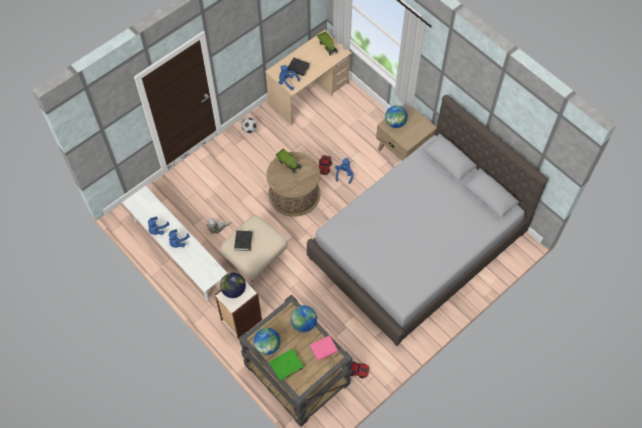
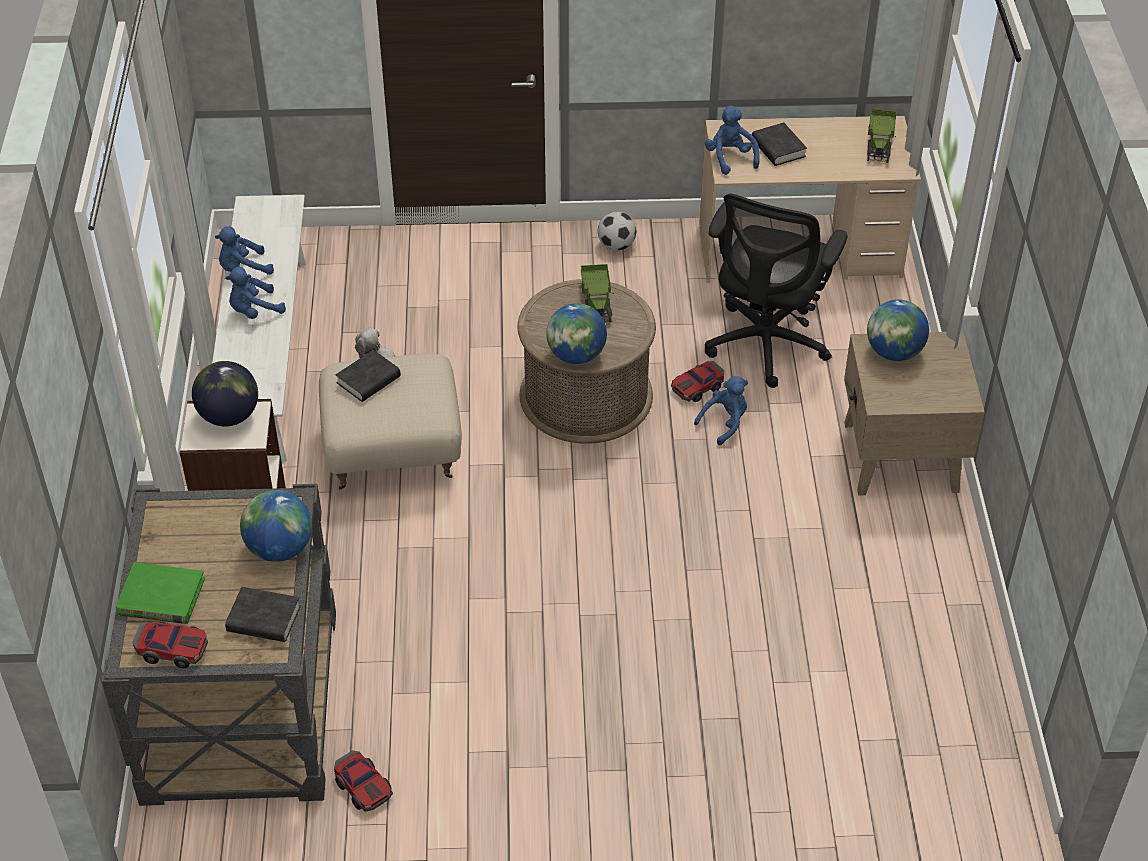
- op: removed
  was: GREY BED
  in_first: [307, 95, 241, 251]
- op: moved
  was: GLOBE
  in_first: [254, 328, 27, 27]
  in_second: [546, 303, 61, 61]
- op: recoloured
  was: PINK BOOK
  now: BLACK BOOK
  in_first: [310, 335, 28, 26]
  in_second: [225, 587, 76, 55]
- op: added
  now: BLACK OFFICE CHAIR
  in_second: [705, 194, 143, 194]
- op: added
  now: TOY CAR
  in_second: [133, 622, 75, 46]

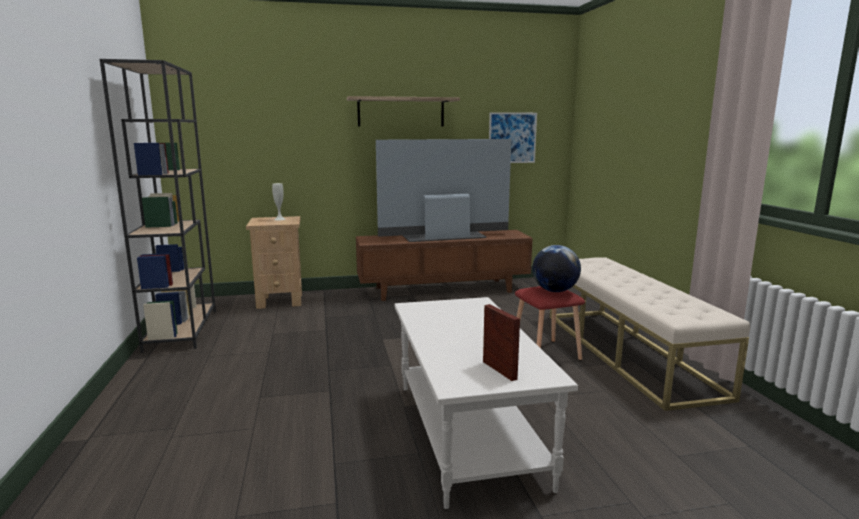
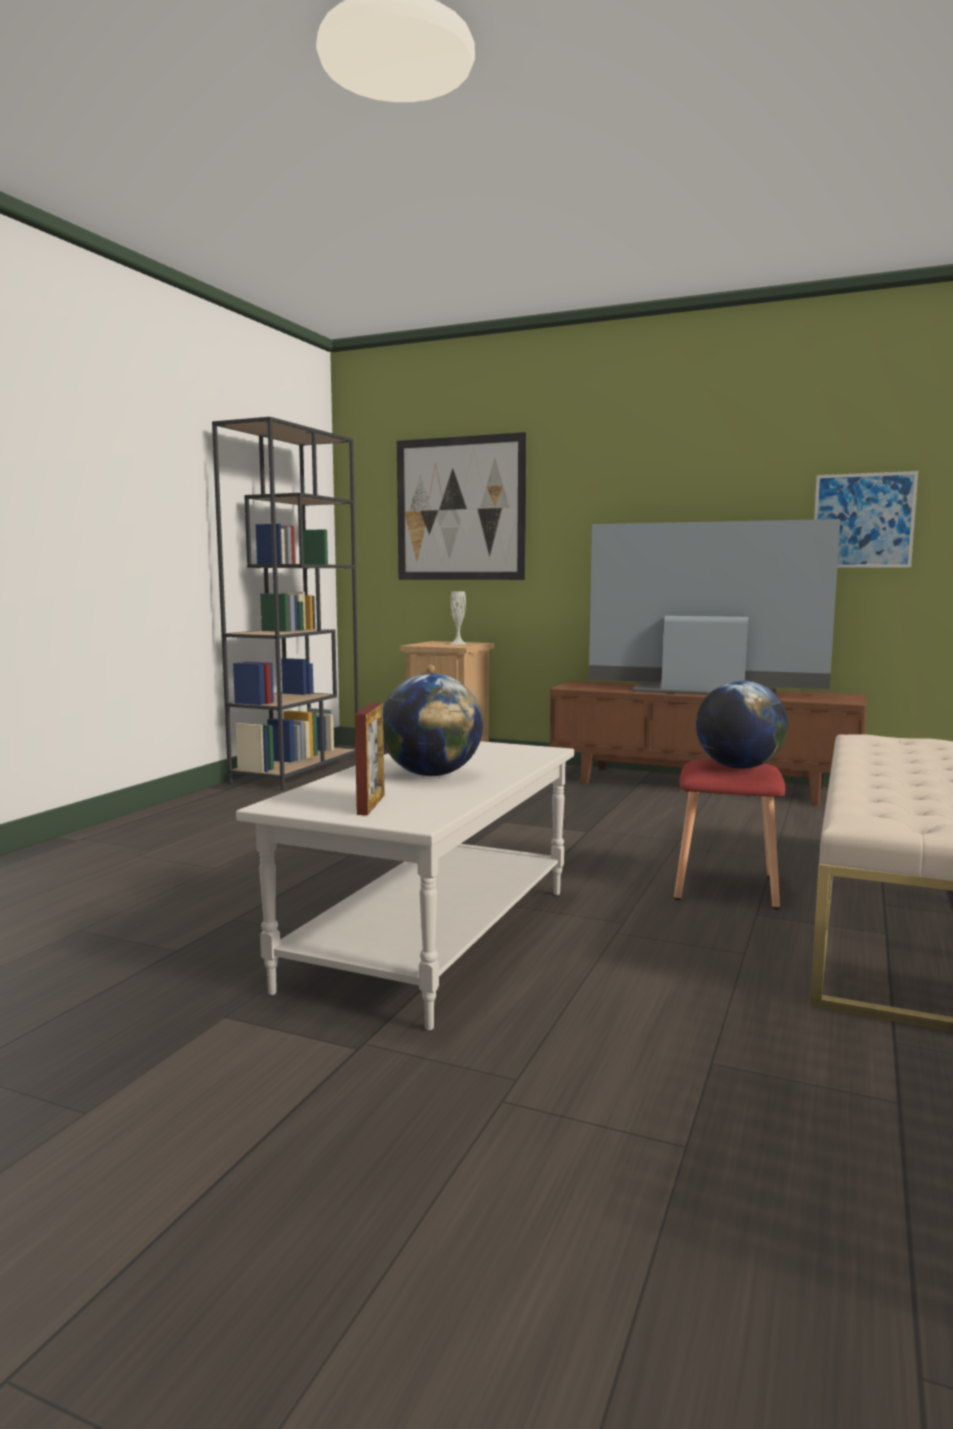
- op: removed
  was: SHELF
  in_first: [347, 96, 113, 30]
- op: added
  now: PICTURE
  in_second: [397, 432, 129, 148]
- op: added
  now: GLOBE
  in_second: [383, 673, 100, 103]

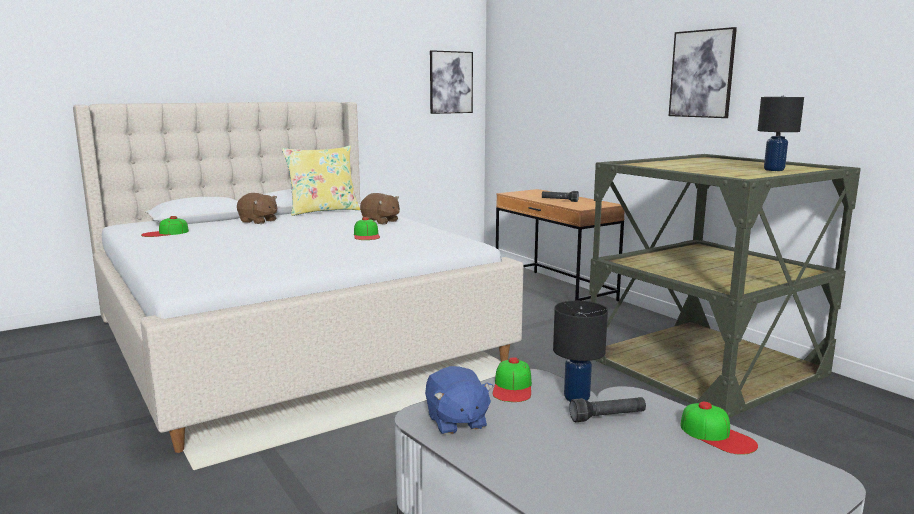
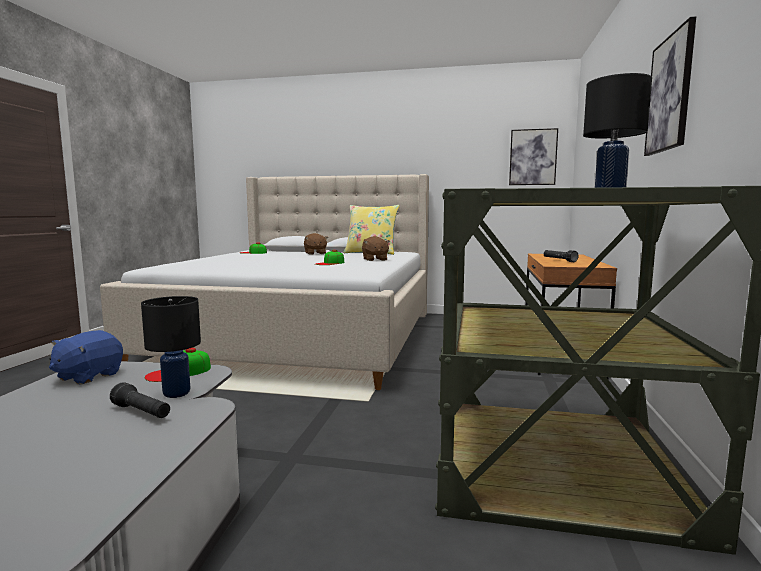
- op: removed
  was: CAP
  in_first: [680, 402, 78, 53]

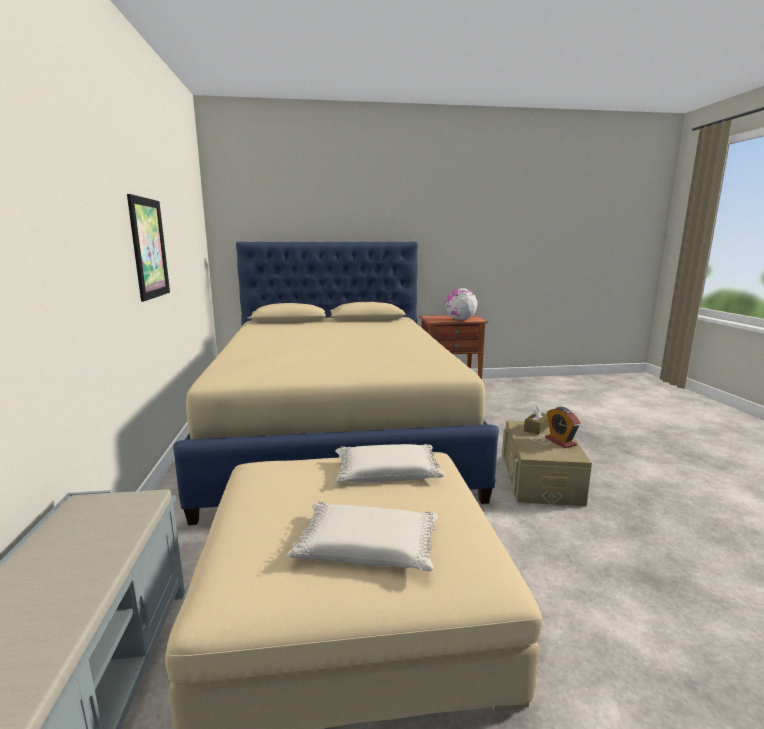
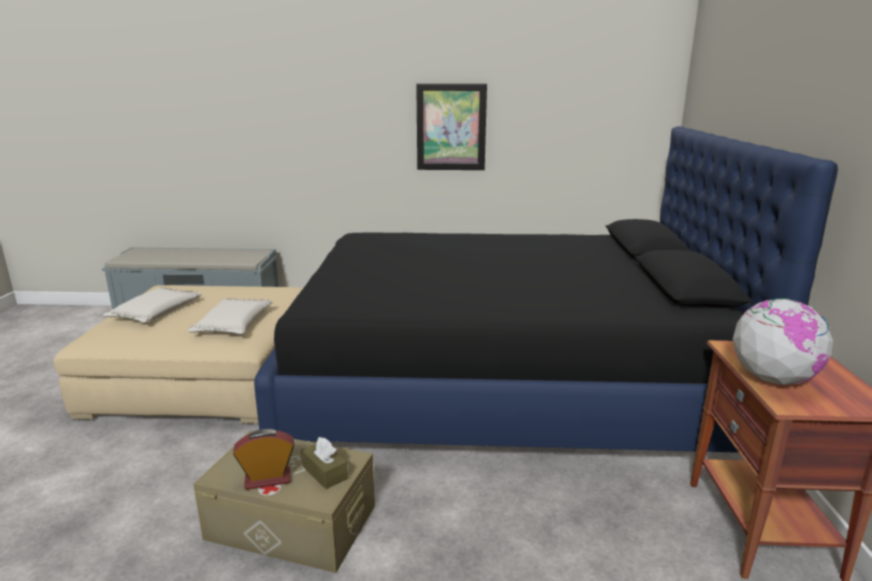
- op: recoloured
  was: BEIGE BED
  now: BLACK BED
  in_first: [173, 242, 326, 283]
  in_second: [254, 126, 584, 327]

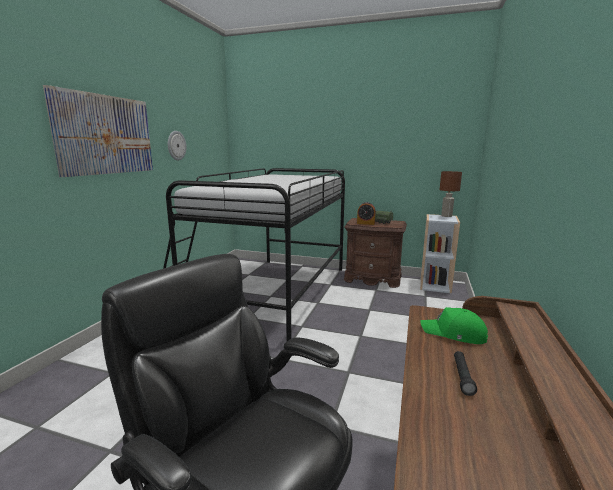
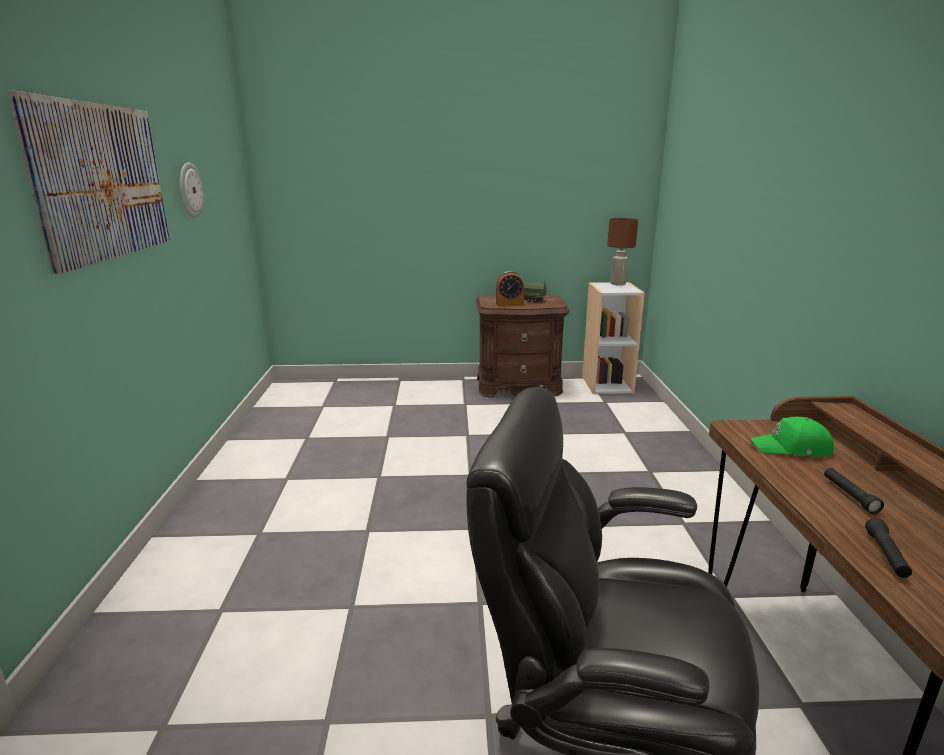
- op: removed
  was: BLACK BED
  in_first: [163, 168, 182, 174]
- op: added
  now: BLACK FLASHLIGHT
  in_second: [865, 518, 47, 60]

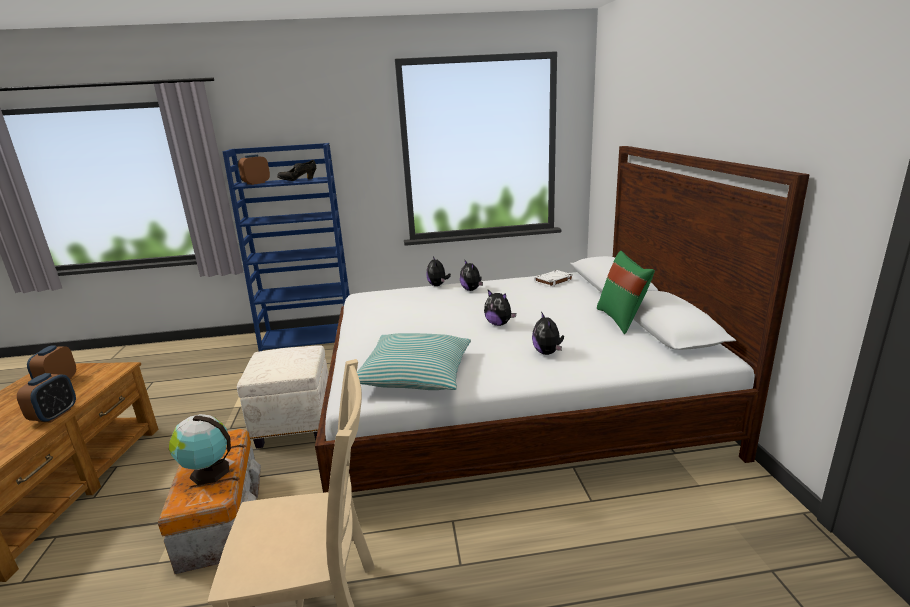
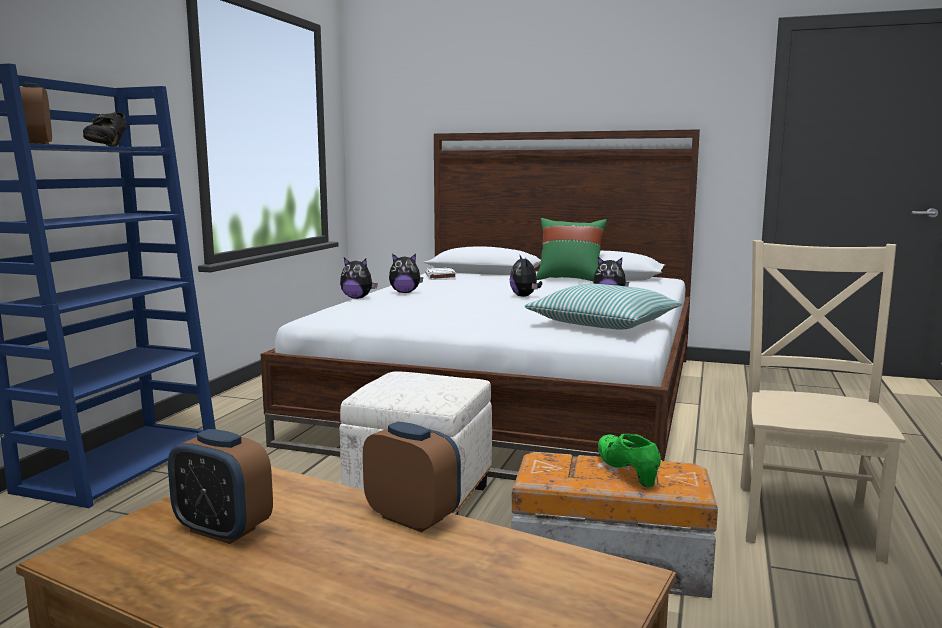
- op: turned
  was: PLUSH TOY
  in_first: [484, 290, 32, 36]
  in_second: [510, 254, 32, 43]
  clockwise: 105
- op: replaced
  was: GLOBE
  now: GREEN SHOE
  in_first: [169, 414, 62, 71]
  in_second: [598, 434, 63, 53]

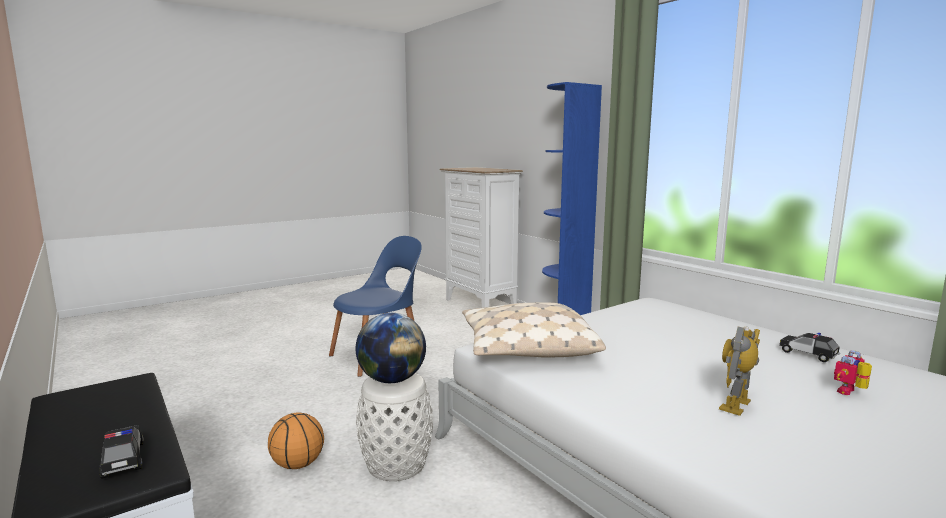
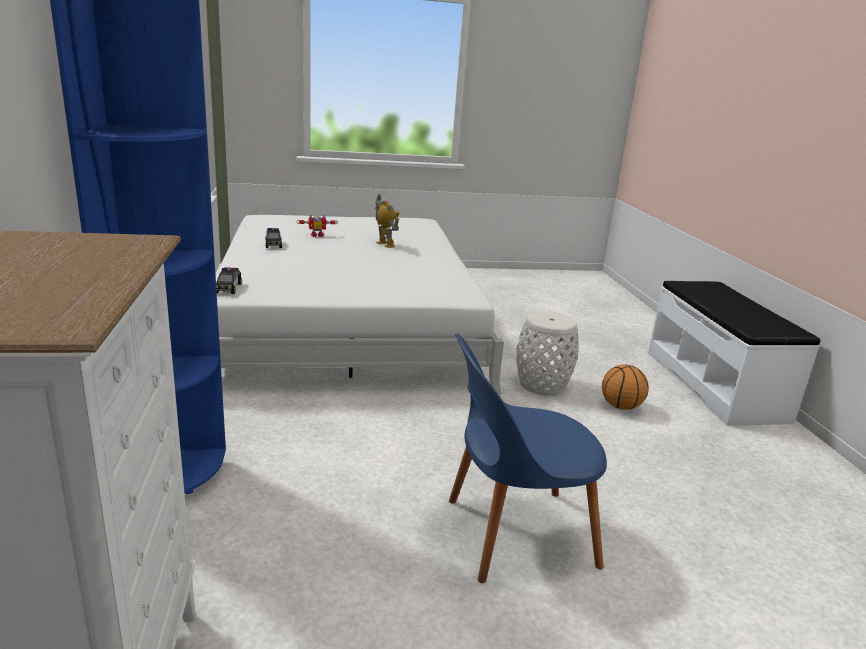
- op: removed
  was: BEIGE PILLOW
  in_first: [462, 303, 144, 55]
- op: removed
  was: GLOBE
  in_first: [356, 313, 70, 70]
- op: turned
  was: TOY ROBOT
  in_first: [719, 327, 41, 89]
  in_second: [375, 194, 25, 54]
  clockwise: -105
- op: moved
  was: TOY CAR
  in_first: [99, 425, 44, 54]
  in_second: [216, 267, 26, 27]

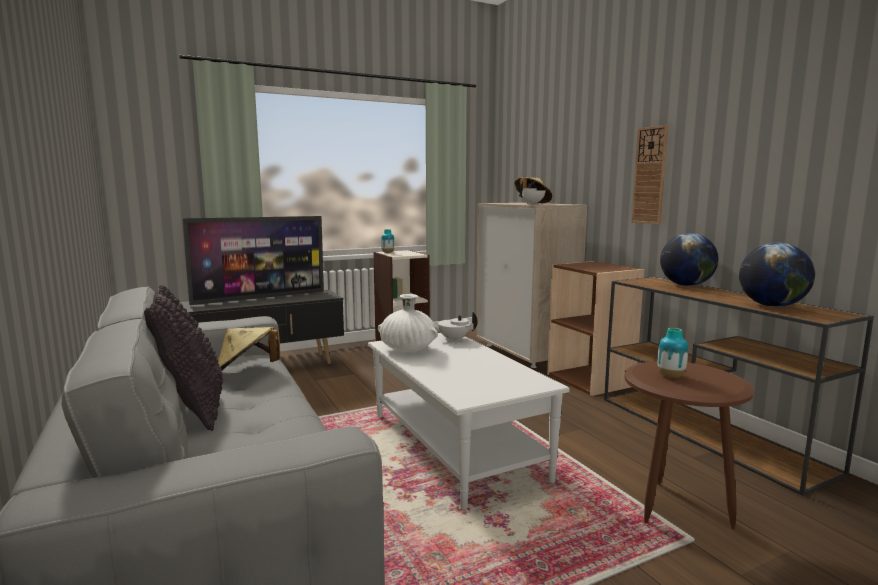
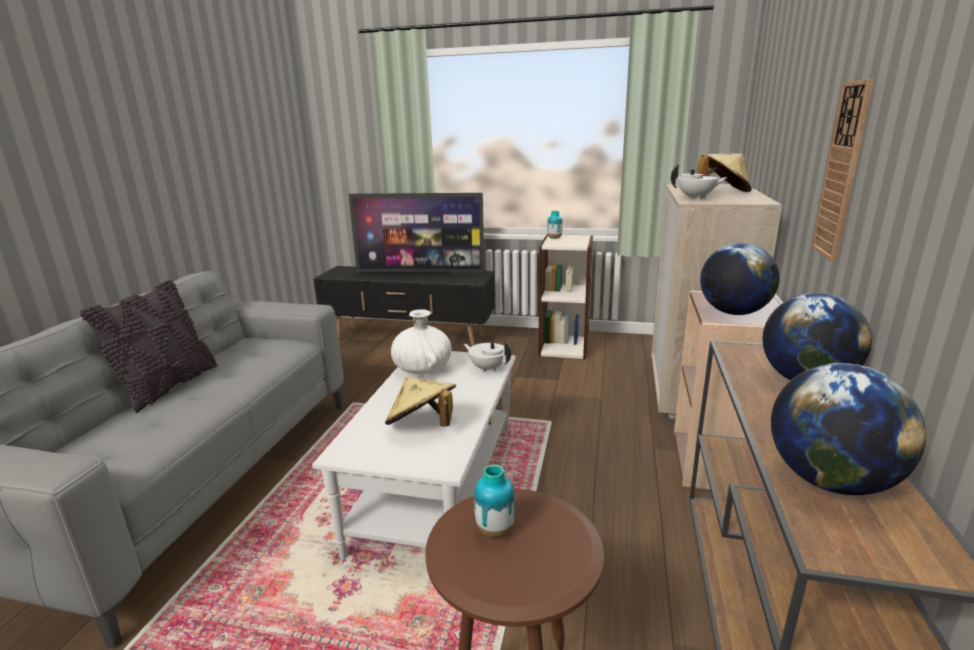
- op: moved
  was: BEIGE HAT
  in_first: [218, 327, 62, 43]
  in_second: [385, 377, 71, 50]
- op: added
  now: GLOBE
  in_second: [700, 243, 80, 72]

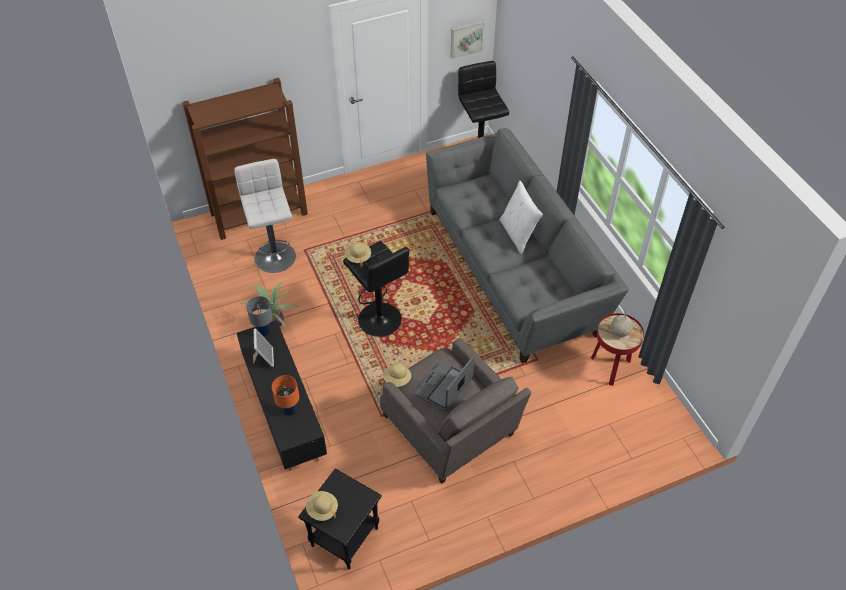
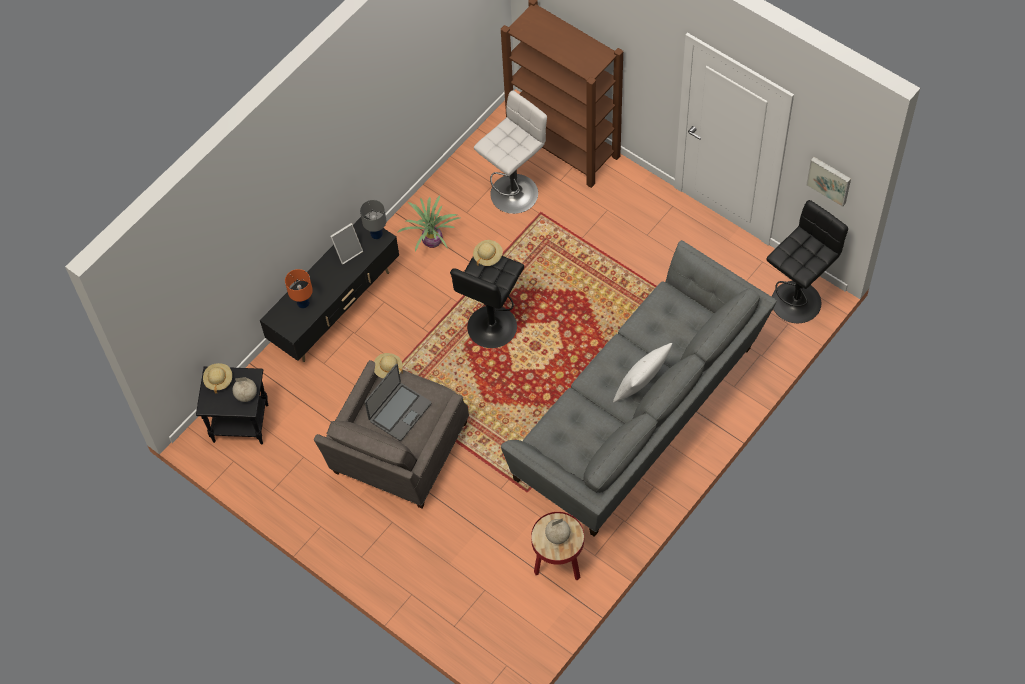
- op: turned
  was: LAPTOP
  in_first: [415, 355, 59, 57]
  in_second: [365, 364, 67, 77]
  clockwise: 120
- op: added
  now: GLOBE
  in_second: [233, 377, 24, 25]

